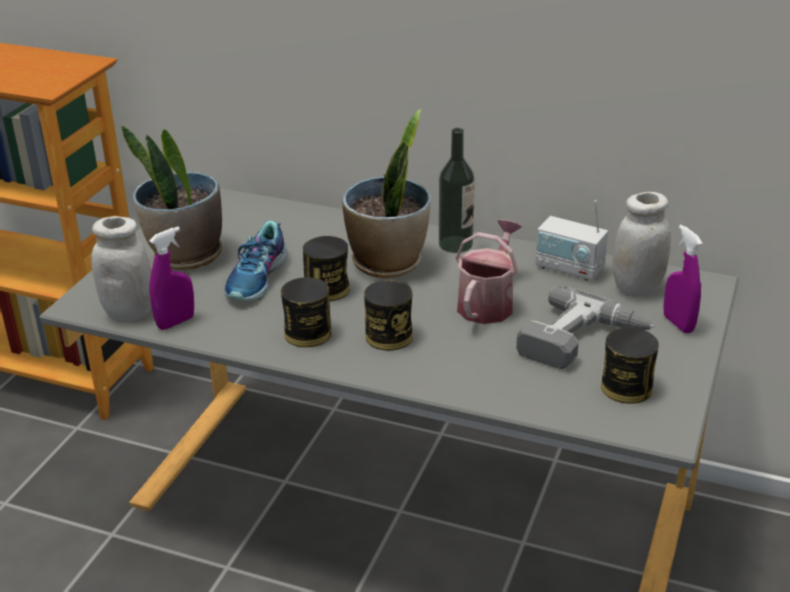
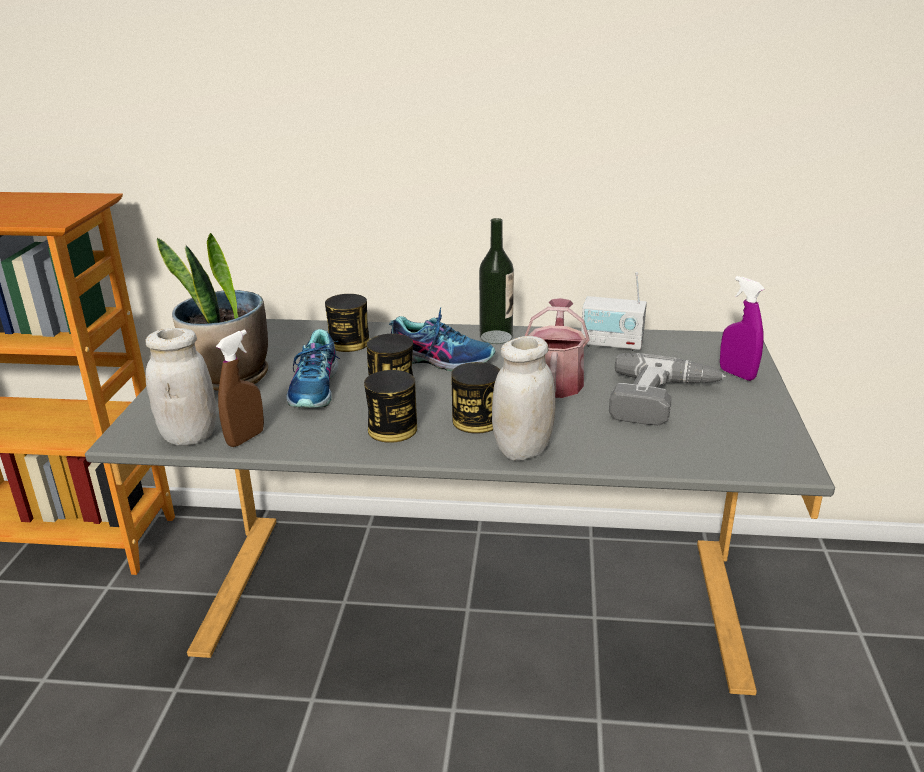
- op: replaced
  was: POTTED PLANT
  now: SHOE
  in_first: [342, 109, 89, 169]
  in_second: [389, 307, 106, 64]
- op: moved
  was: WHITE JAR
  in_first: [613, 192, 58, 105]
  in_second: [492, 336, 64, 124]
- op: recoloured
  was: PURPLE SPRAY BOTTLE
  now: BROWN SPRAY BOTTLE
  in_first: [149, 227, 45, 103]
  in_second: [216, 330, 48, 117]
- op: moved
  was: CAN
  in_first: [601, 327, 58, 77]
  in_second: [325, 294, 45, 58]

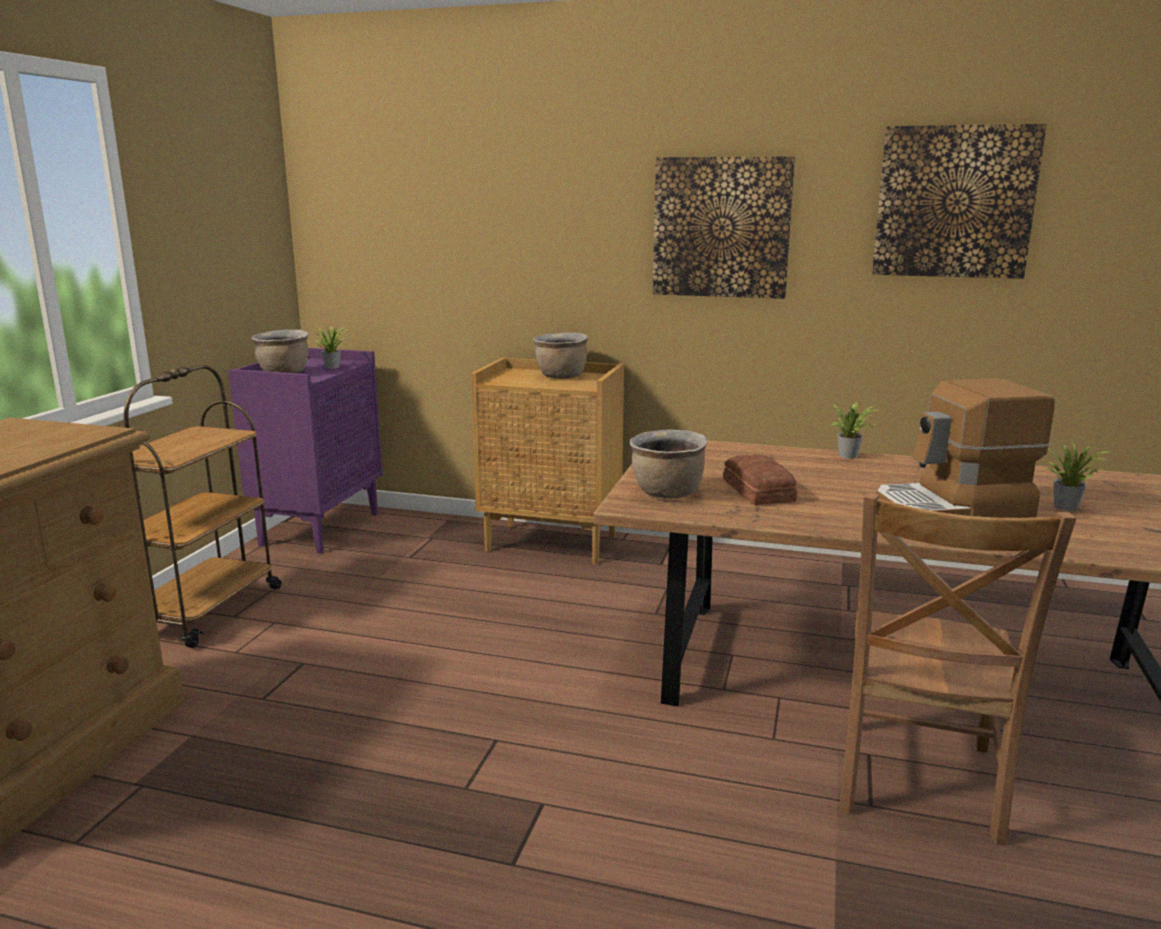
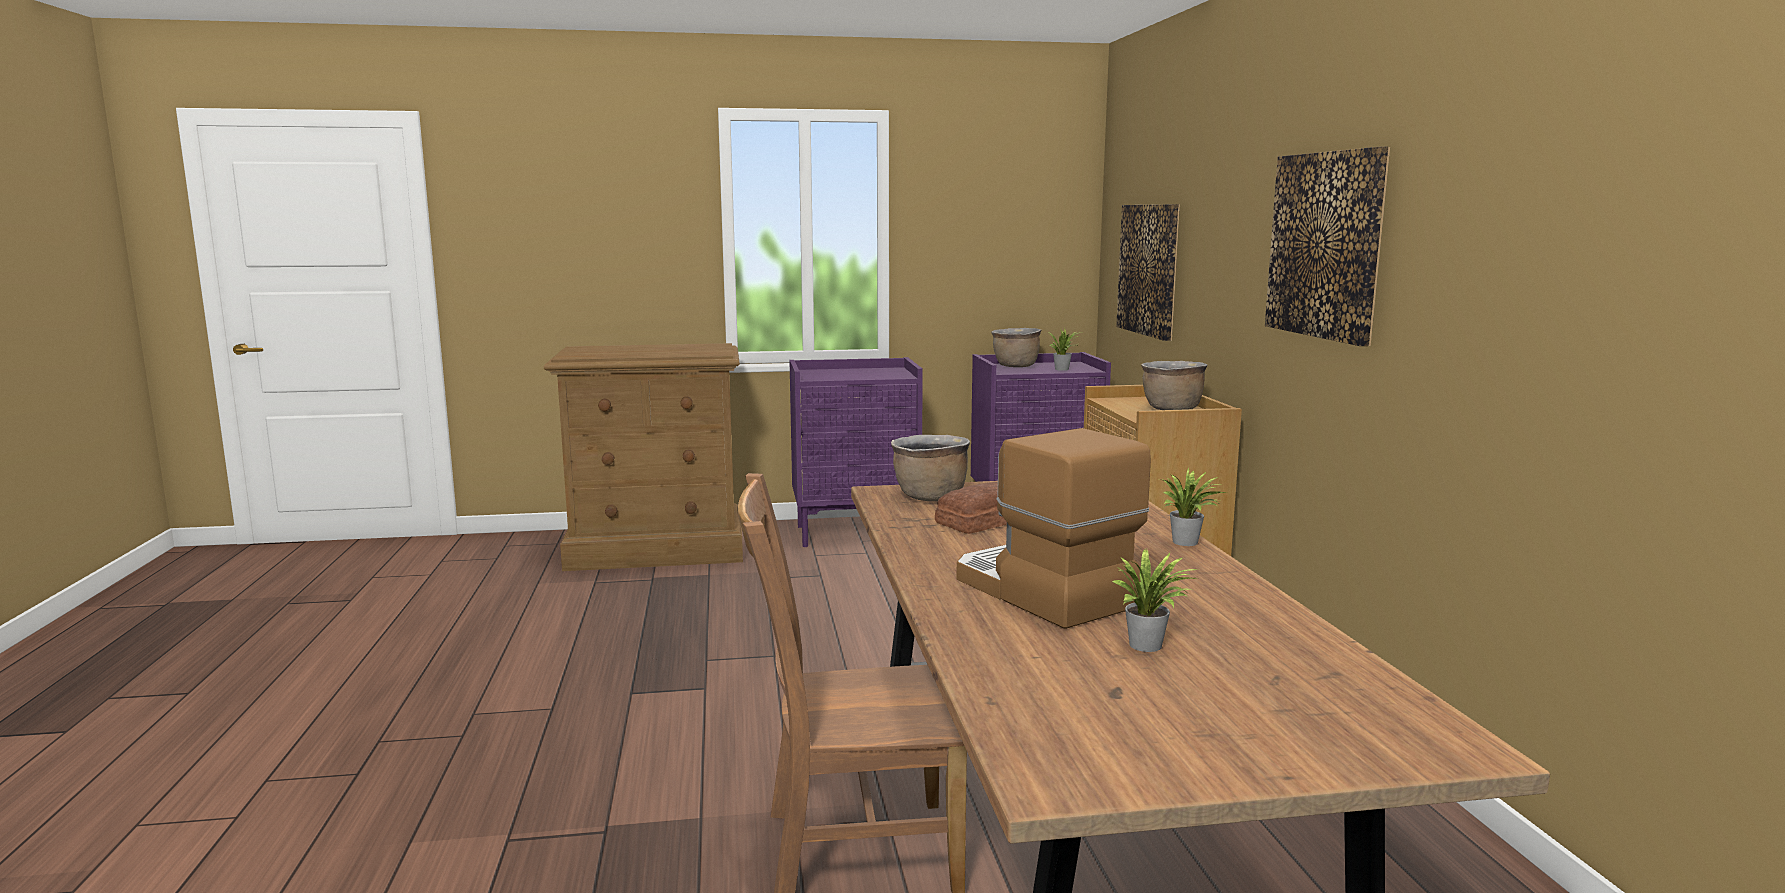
- op: moved
  was: PICTURE
  in_first: [872, 124, 175, 155]
  in_second: [1116, 204, 64, 137]
- op: replaced
  was: BROWN CART
  now: PURPLE CABINET
  in_first: [124, 365, 157, 283]
  in_second: [789, 357, 134, 190]

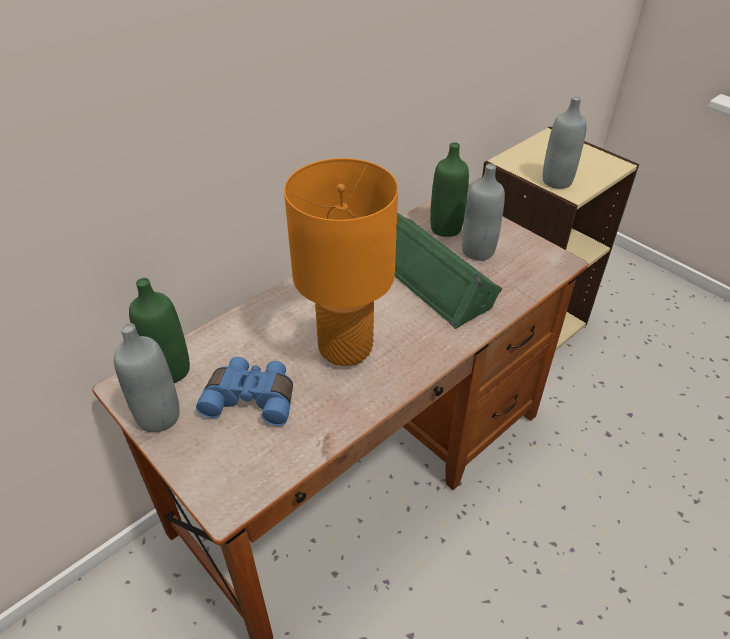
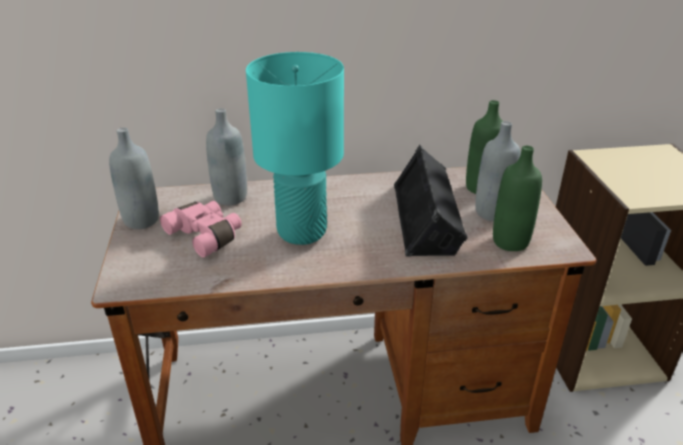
- op: moved
  was: GREY BOTTLE
  in_first: [542, 96, 45, 93]
  in_second: [206, 108, 41, 98]
- op: recoloured
  was: ORANGE TABLE LAMP
  now: TURQUOISE TABLE LAMP
  in_first: [284, 158, 114, 208]
  in_second: [246, 52, 98, 193]
- op: recoloured
  was: GREEN SPEAKER
  now: BLACK SPEAKER
  in_first: [395, 213, 107, 116]
  in_second: [394, 145, 74, 112]
- op: moved
  was: GREEN BOTTLE
  in_first: [129, 278, 61, 105]
  in_second: [493, 146, 49, 105]
- op: recoloured
  was: BLUE BINOCULARS
  now: PINK BINOCULARS
  in_first: [196, 357, 97, 69]
  in_second: [160, 201, 82, 56]

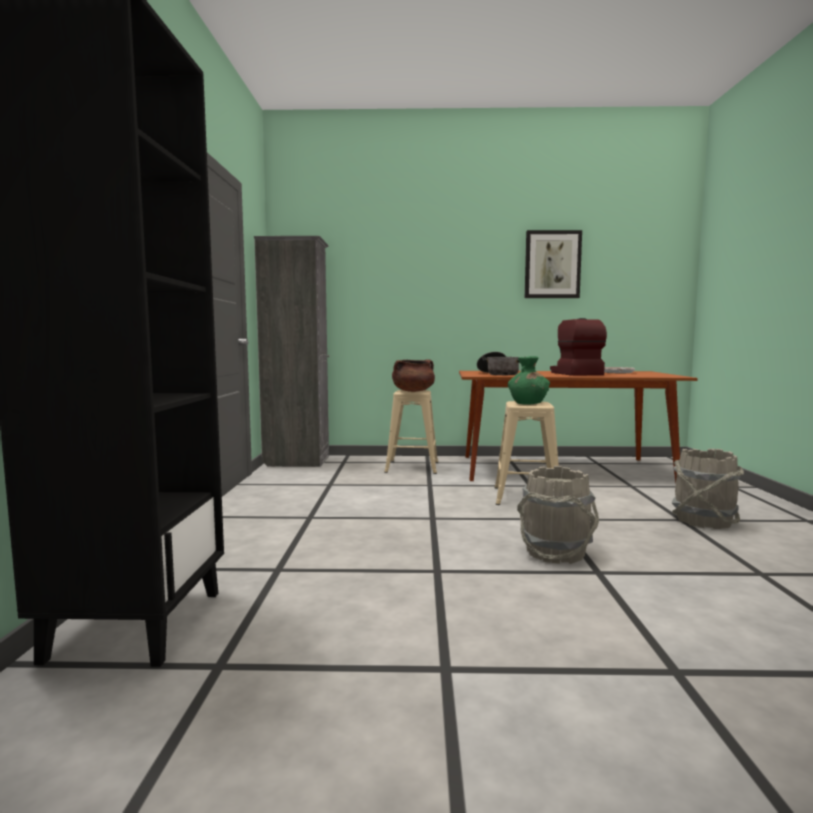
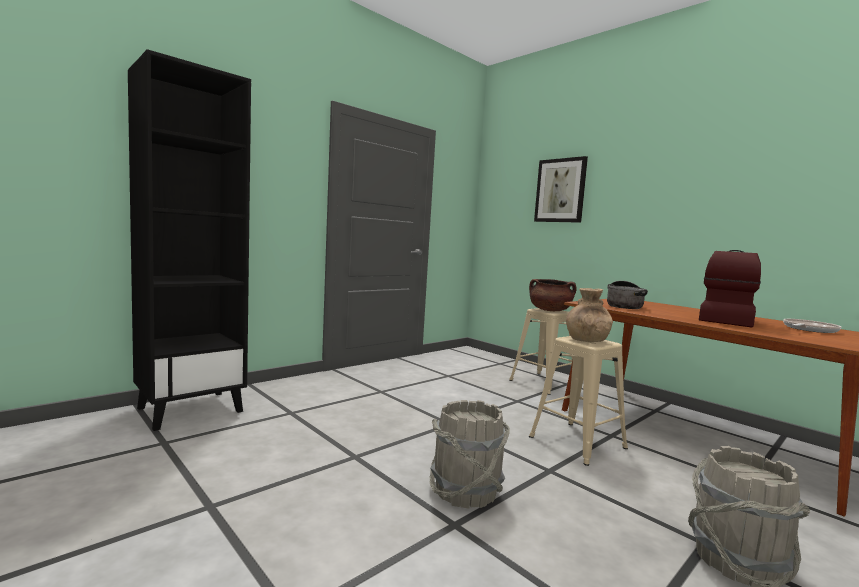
- op: moved
  was: PICTURE
  in_first: [525, 230, 57, 68]
  in_second: [534, 156, 54, 67]
- op: removed
  was: GREY CABINET
  in_first: [254, 236, 75, 231]
- op: recoloured
  was: GREEN VASE
  now: BROWN VASE
  in_first: [508, 356, 42, 48]
  in_second: [566, 288, 47, 54]

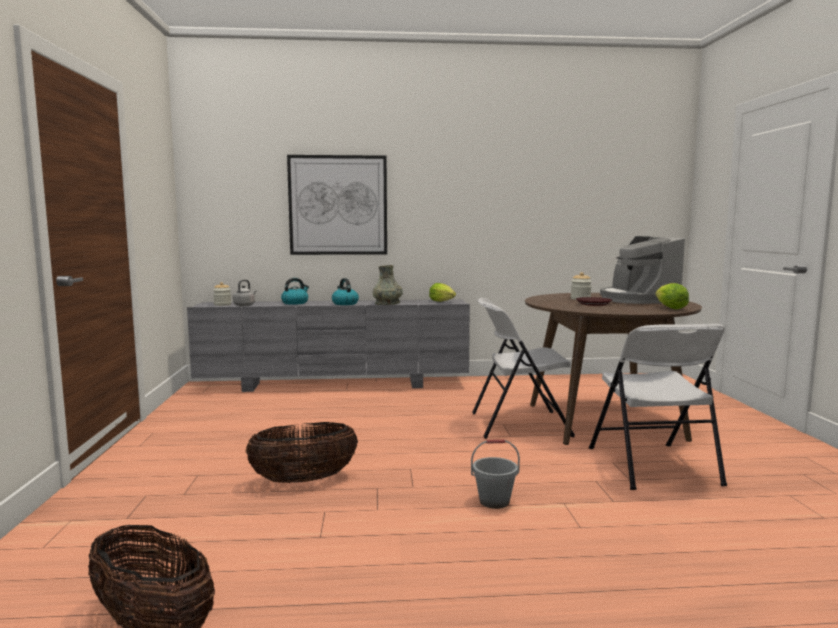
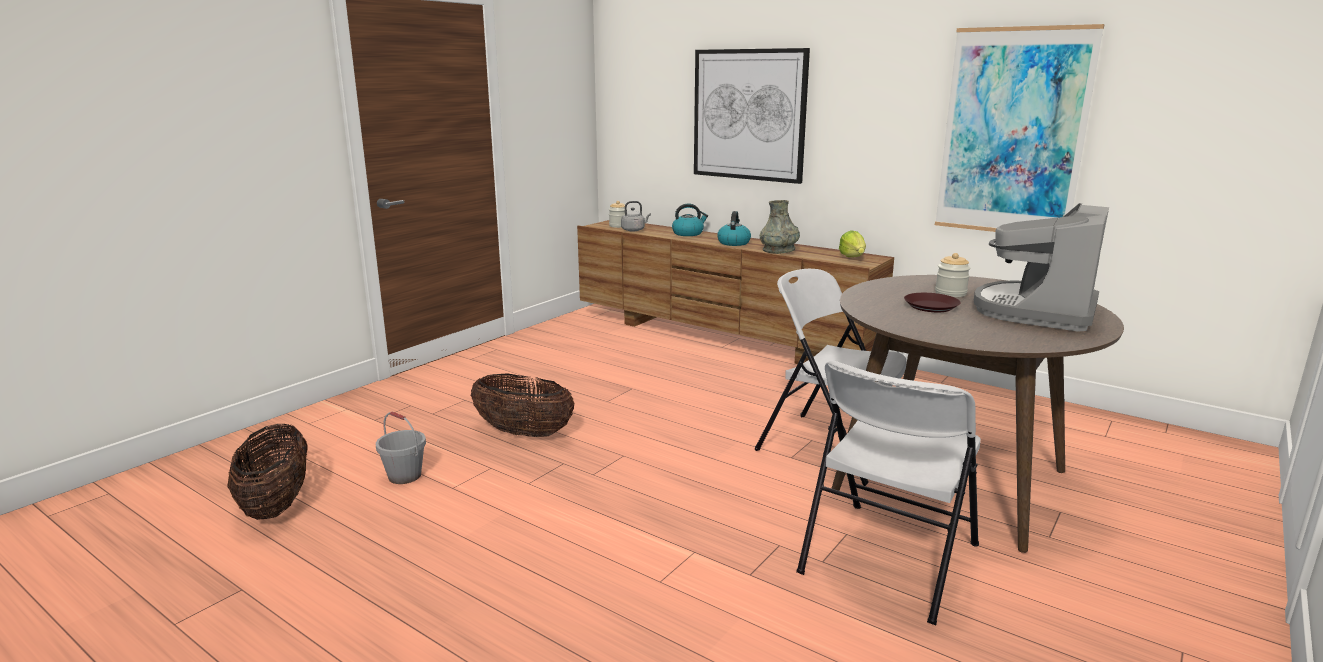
- op: removed
  was: LETTUCE
  in_first: [655, 283, 34, 26]
- op: recoloured
  was: GREY CABINET
  now: BROWN CABINET
  in_first: [187, 299, 283, 93]
  in_second: [577, 220, 317, 144]
- op: moved
  was: GREY BUCKET
  in_first: [471, 440, 49, 69]
  in_second: [376, 412, 50, 72]
- op: added
  now: PICTURE
  in_second: [935, 24, 170, 208]

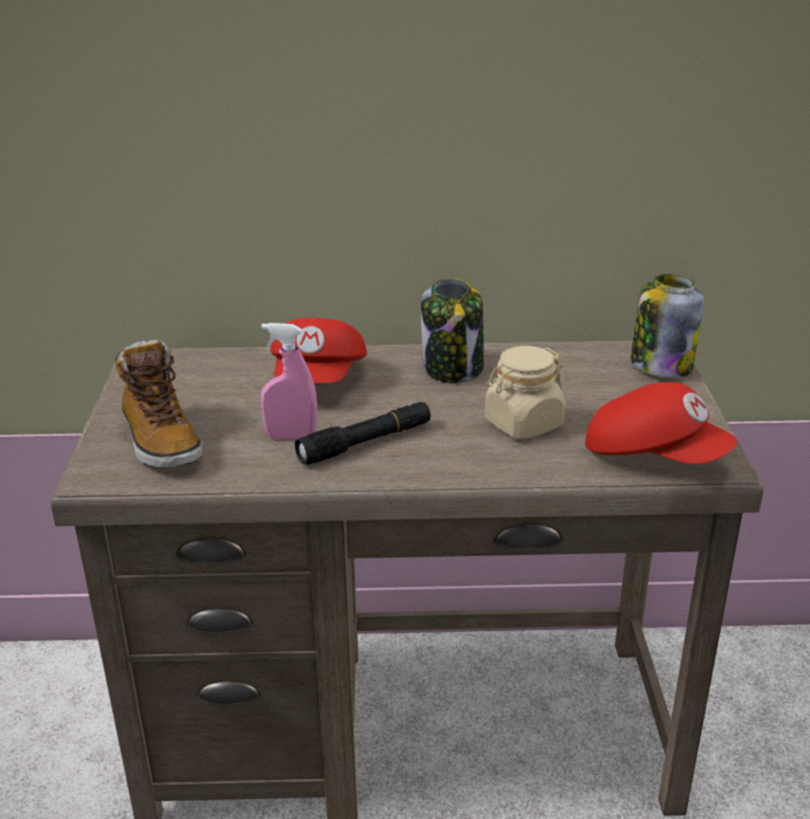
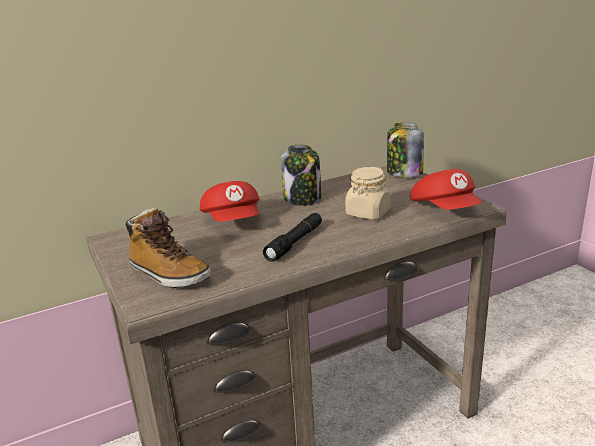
- op: removed
  was: PINK SPRAY BOTTLE
  in_first: [261, 323, 56, 117]
- op: turned
  was: RED CAP
  in_first: [585, 382, 152, 82]
  in_second: [410, 169, 73, 41]
  clockwise: 60

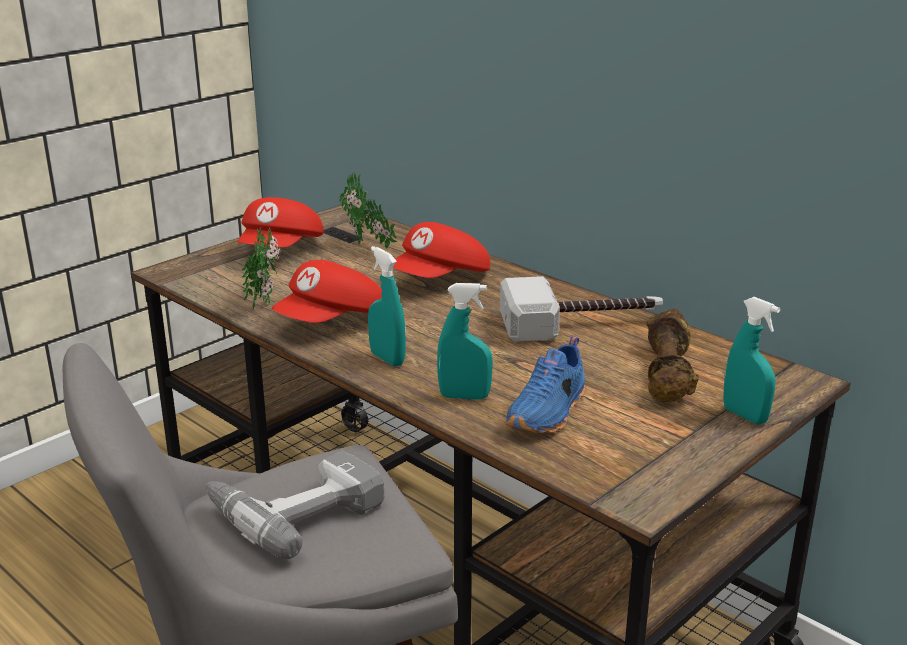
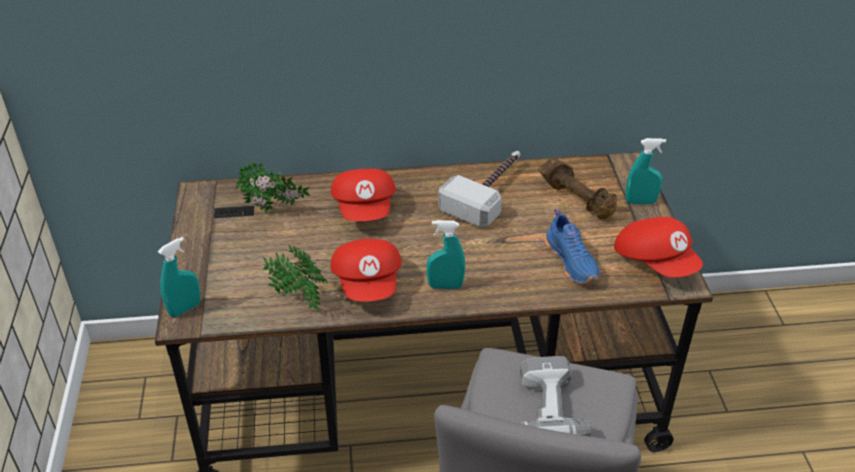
- op: moved
  was: RED CAP
  in_first: [237, 197, 87, 50]
  in_second: [614, 217, 89, 61]
- op: moved
  was: TURQUOISE SPRAY BOTTLE
  in_first: [437, 283, 56, 117]
  in_second: [158, 237, 42, 80]

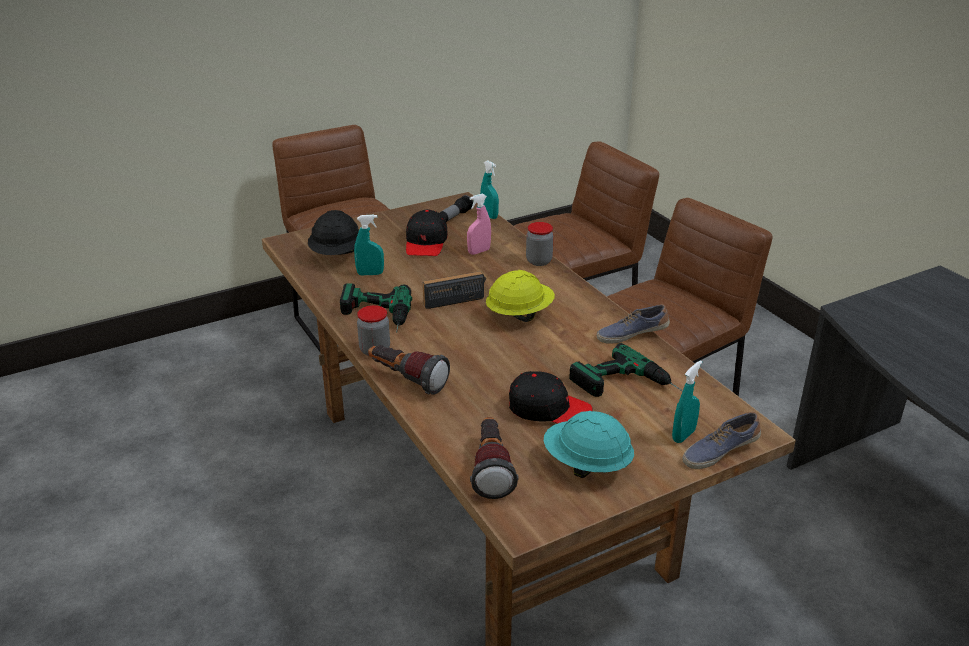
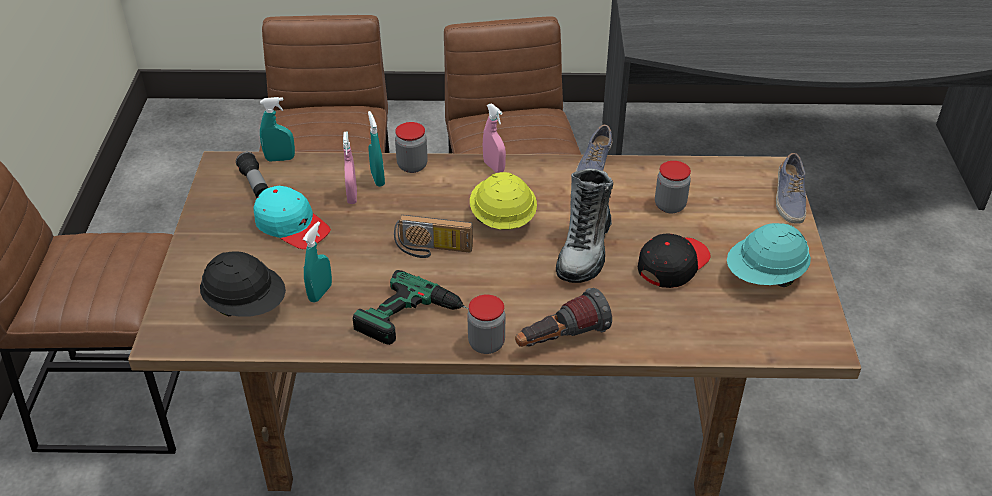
- op: recoloured
  was: BLACK CAP
  now: TURQUOISE CAP
  in_first: [406, 209, 42, 47]
  in_second: [254, 186, 77, 63]
- op: turned
  was: RADIO
  in_first: [423, 271, 63, 38]
  in_second: [394, 215, 79, 43]
  clockwise: -90
- op: replaced
  was: POWER DRILL
  now: JAR
  in_first: [569, 343, 114, 54]
  in_second: [655, 161, 36, 53]
- op: moved
  was: TURQUOISE SPRAY BOTTLE
  in_first: [672, 360, 30, 83]
  in_second: [368, 111, 17, 76]
- op: removed
  was: FLASHLIGHT
  in_first: [470, 417, 48, 82]
- op: added
  now: PINK SPRAY BOTTLE
  in_second: [483, 103, 23, 70]
- op: added
  now: BOOT
  in_second: [556, 168, 57, 115]

